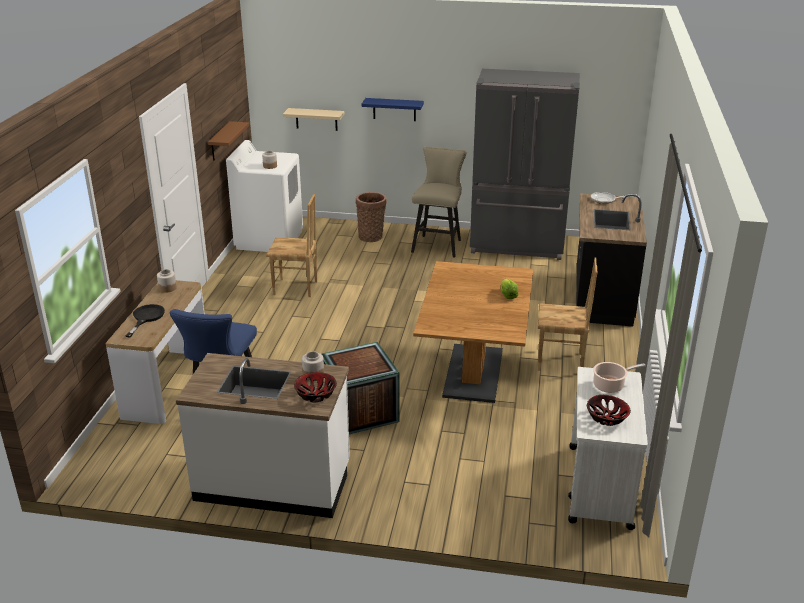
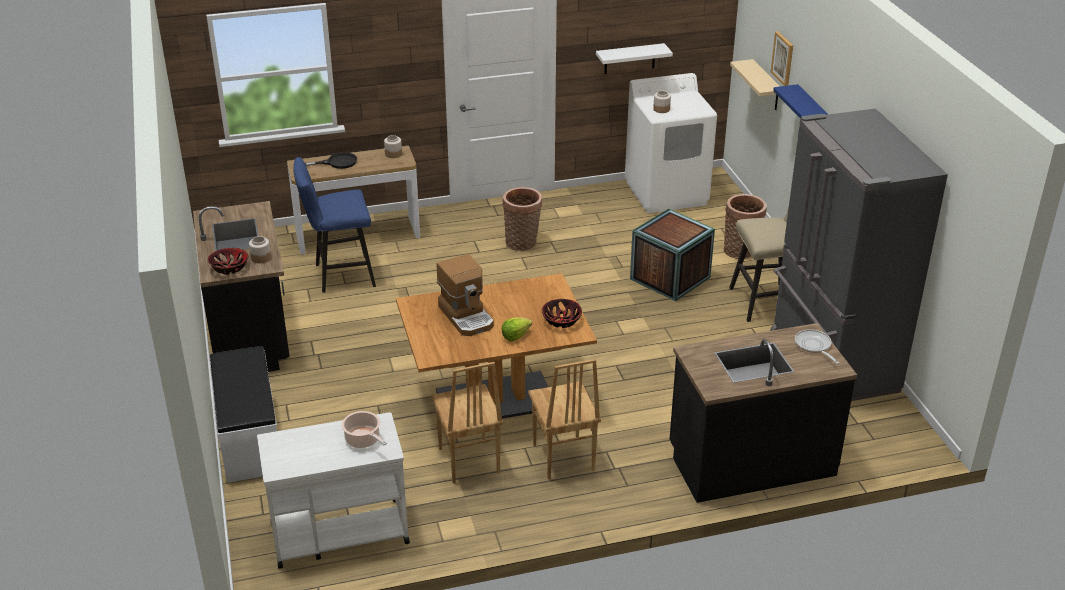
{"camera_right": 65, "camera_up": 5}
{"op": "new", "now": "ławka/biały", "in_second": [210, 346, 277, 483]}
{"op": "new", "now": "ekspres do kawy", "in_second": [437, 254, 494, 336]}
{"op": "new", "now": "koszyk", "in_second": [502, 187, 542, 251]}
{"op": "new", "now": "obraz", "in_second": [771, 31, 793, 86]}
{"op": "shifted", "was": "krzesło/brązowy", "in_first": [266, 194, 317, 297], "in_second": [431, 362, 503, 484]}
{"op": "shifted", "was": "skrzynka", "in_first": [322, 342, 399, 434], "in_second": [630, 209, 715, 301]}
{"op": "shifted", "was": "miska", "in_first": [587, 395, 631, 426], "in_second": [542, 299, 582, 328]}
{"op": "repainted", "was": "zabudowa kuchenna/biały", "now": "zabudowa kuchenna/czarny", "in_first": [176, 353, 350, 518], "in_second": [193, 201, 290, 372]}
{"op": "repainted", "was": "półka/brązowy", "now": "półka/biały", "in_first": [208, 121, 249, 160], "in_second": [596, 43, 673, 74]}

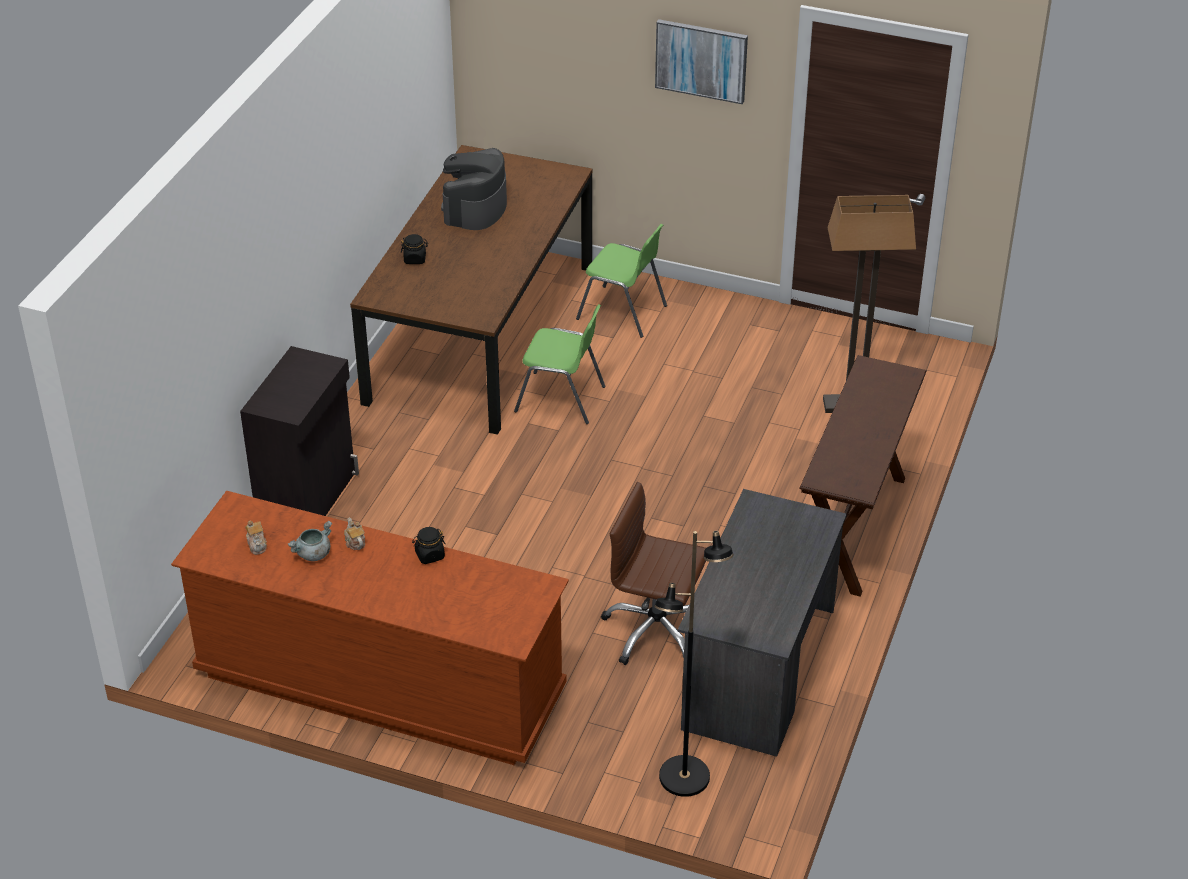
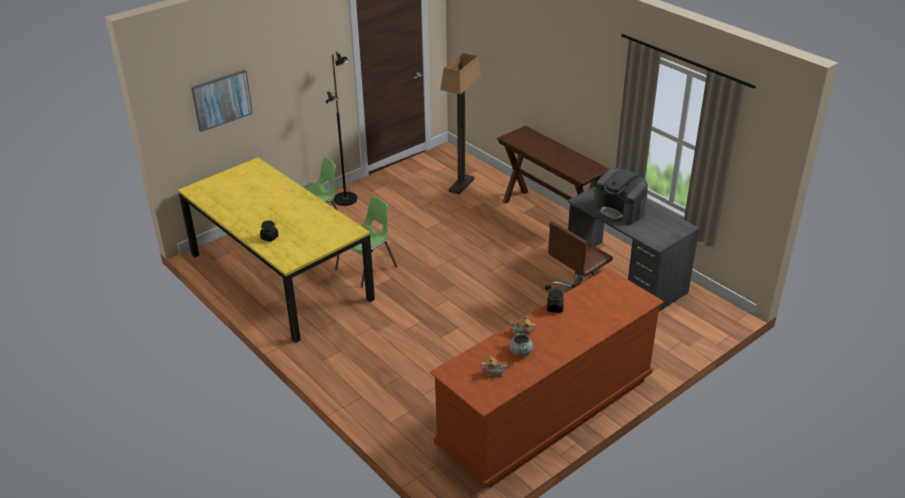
{"camera_right": -60, "camera_up": -5}
{"op": "gone", "was": "szafka/czarny", "in_first": [240, 346, 359, 516]}
{"op": "shifted", "was": "ekspres do kawy", "in_first": [441, 148, 507, 230], "in_second": [593, 168, 648, 225]}
{"op": "shifted", "was": "lampa stojąca/czarny", "in_first": [654, 531, 734, 797], "in_second": [326, 51, 357, 206]}
{"op": "shifted", "was": "obraz", "in_first": [655, 19, 748, 104], "in_second": [191, 70, 253, 132]}
{"op": "repainted", "was": "stół jadalny/brązowy", "now": "stół jadalny/żółty", "in_first": [350, 145, 593, 435], "in_second": [178, 157, 375, 343]}

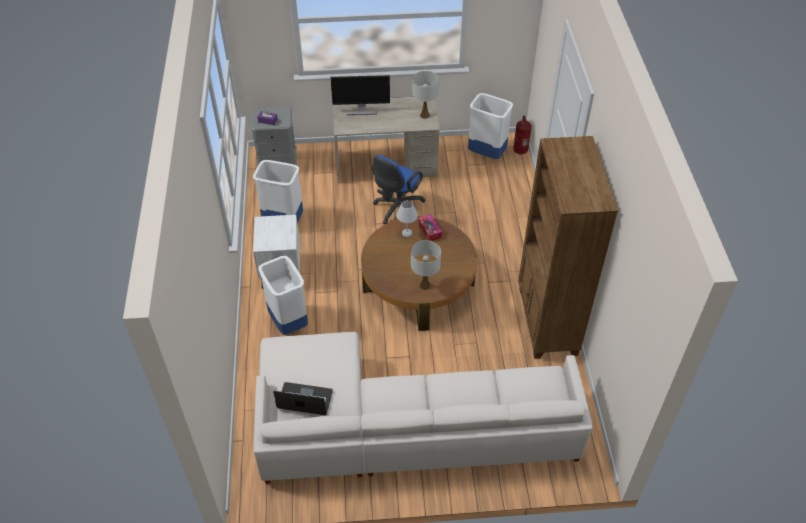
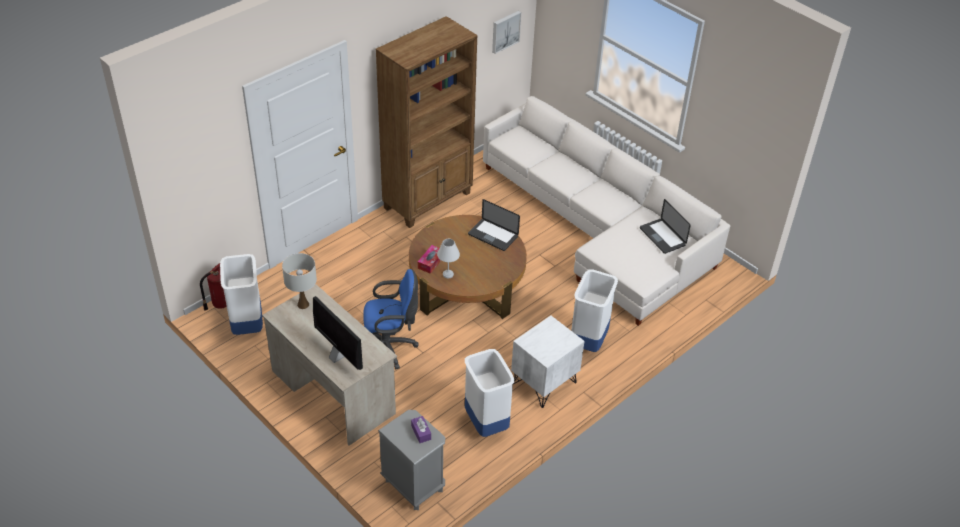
{"camera_right": -130, "camera_up": -5}
{"op": "new", "now": "obraz", "in_second": [492, 11, 521, 54]}
{"op": "swapped", "was": "lampa stołowa/biały", "now": "laptop", "in_first": [411, 240, 441, 290], "in_second": [468, 199, 520, 251]}

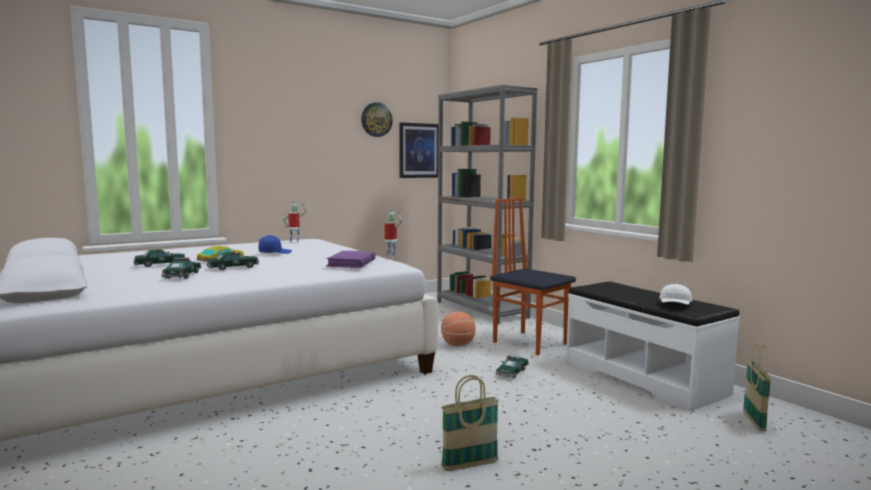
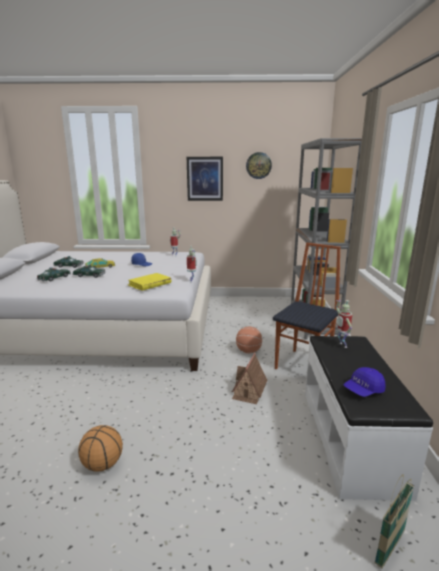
{"camera_right": 35, "camera_up": 10}
{"op": "new", "now": "robot zabawkowy", "in_second": [336, 300, 352, 348]}
{"op": "shifted", "was": "obraz", "in_first": [399, 122, 438, 178], "in_second": [187, 157, 223, 201]}
{"op": "swapped", "was": "koszyk", "now": "piłka do koszykówki", "in_first": [441, 375, 499, 471], "in_second": [78, 425, 123, 472]}
{"op": "swapped", "was": "samochodzik", "now": "domek", "in_first": [495, 355, 529, 378], "in_second": [232, 353, 267, 404]}
{"op": "repainted", "was": "książka/fioletowy", "now": "książka/żółty", "in_first": [326, 251, 376, 268], "in_second": [128, 273, 171, 291]}
{"op": "repainted", "was": "czapka z daszkiem/biały", "now": "czapka z daszkiem/niebieski", "in_first": [659, 284, 692, 305], "in_second": [343, 367, 385, 397]}
{"op": "rotated", "was": "krzesło", "in_first": [491, 198, 576, 355], "in_second": [273, 243, 341, 369], "clockwise": 45}

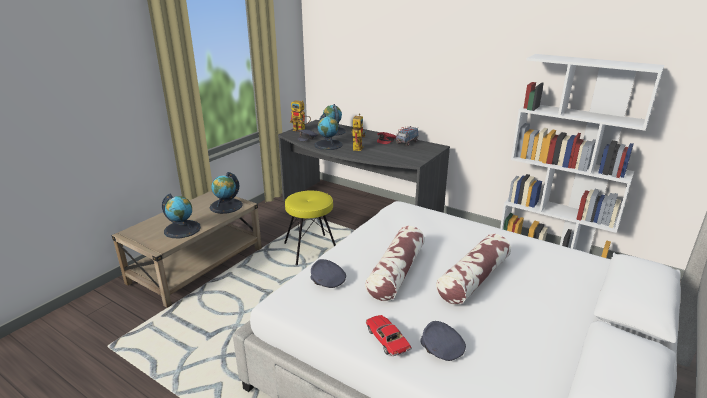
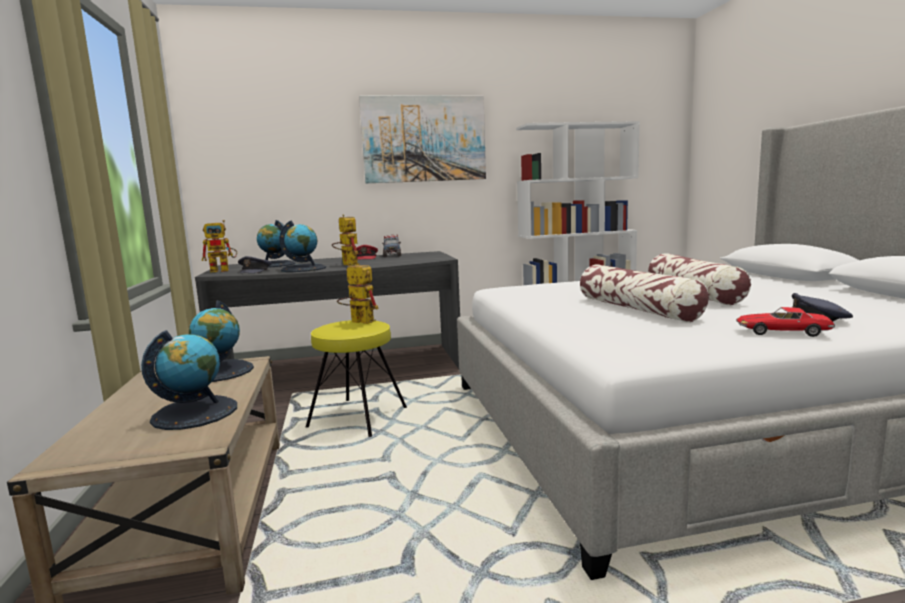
{"camera_right": -45, "camera_up": -15}
{"op": "gone", "was": "czapka z daszkiem/szary", "in_first": [310, 259, 346, 288]}
{"op": "new", "now": "robot zabawkowy", "in_second": [337, 263, 379, 324]}
{"op": "new", "now": "obraz", "in_second": [359, 95, 486, 183]}

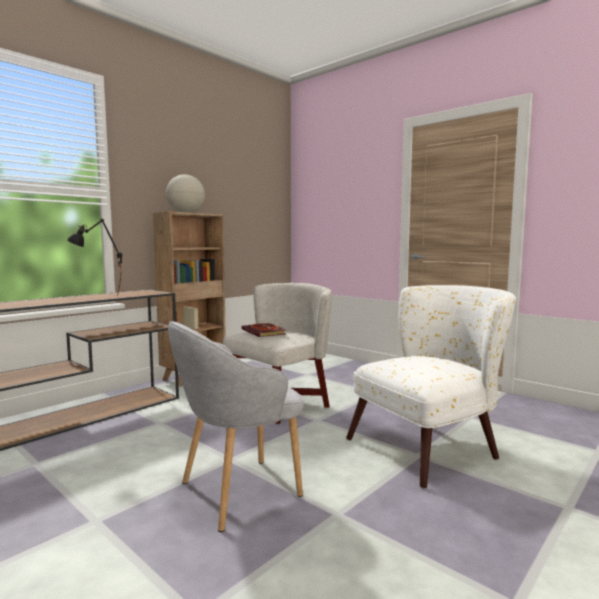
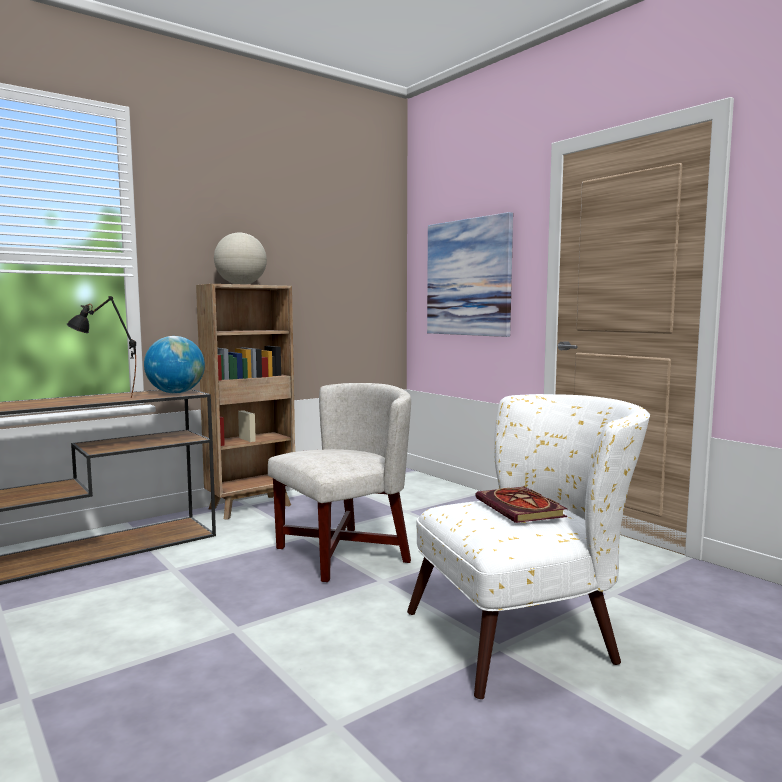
{"camera_right": 10, "camera_up": 0}
{"op": "gone", "was": "fotel/szary", "in_first": [168, 321, 304, 532]}
{"op": "new", "now": "globus", "in_second": [144, 336, 205, 393]}
{"op": "new", "now": "obraz", "in_second": [427, 212, 513, 337]}
{"op": "shifted", "was": "książka", "in_first": [242, 323, 286, 337], "in_second": [476, 487, 567, 523]}

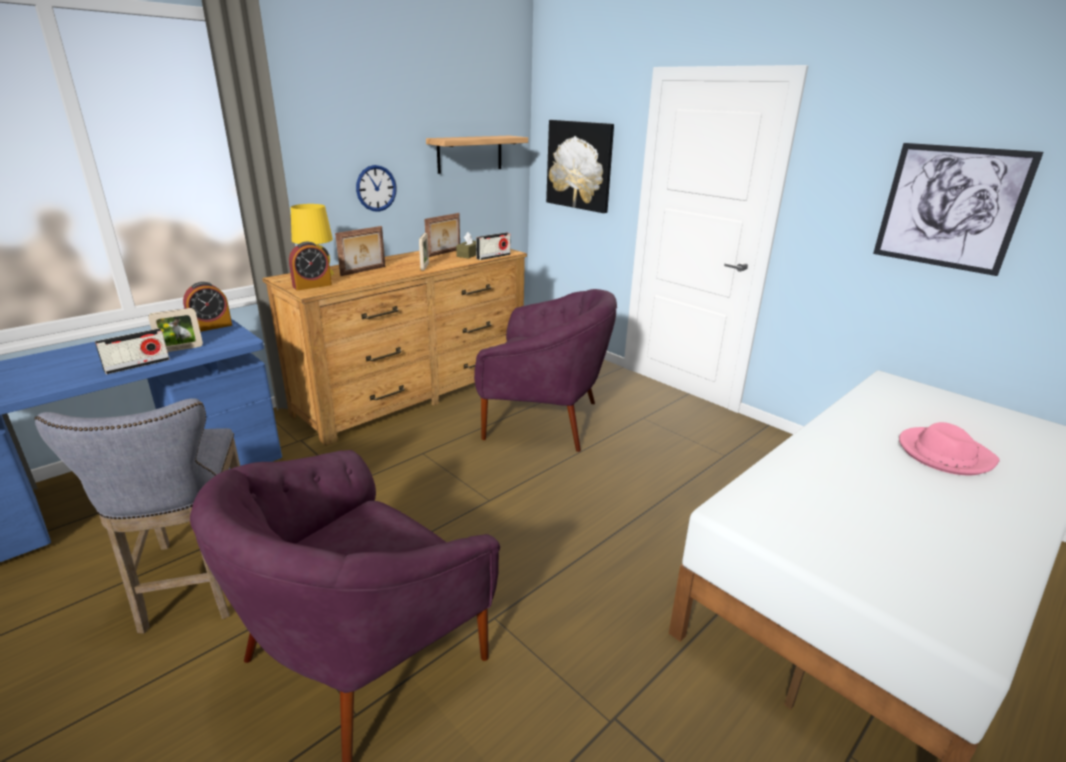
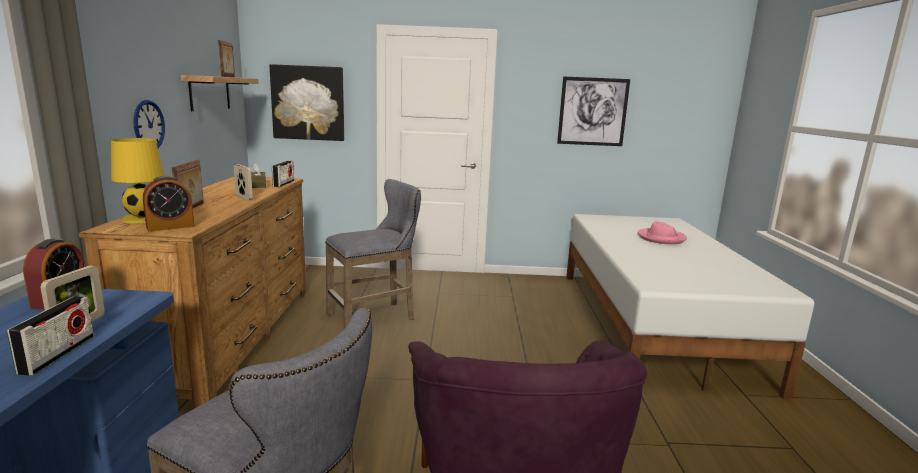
{"camera_right": -45, "camera_up": -10}
{"op": "shifted", "was": "ramka na zdjęcie", "in_first": [424, 213, 460, 257], "in_second": [218, 40, 235, 77]}
{"op": "swapped", "was": "fotel/fioletowy", "now": "stołek/szary", "in_first": [474, 289, 617, 452], "in_second": [325, 179, 421, 329]}
{"op": "rotated", "was": "budzik", "in_first": [289, 242, 332, 290], "in_second": [143, 176, 194, 231], "clockwise": 45}

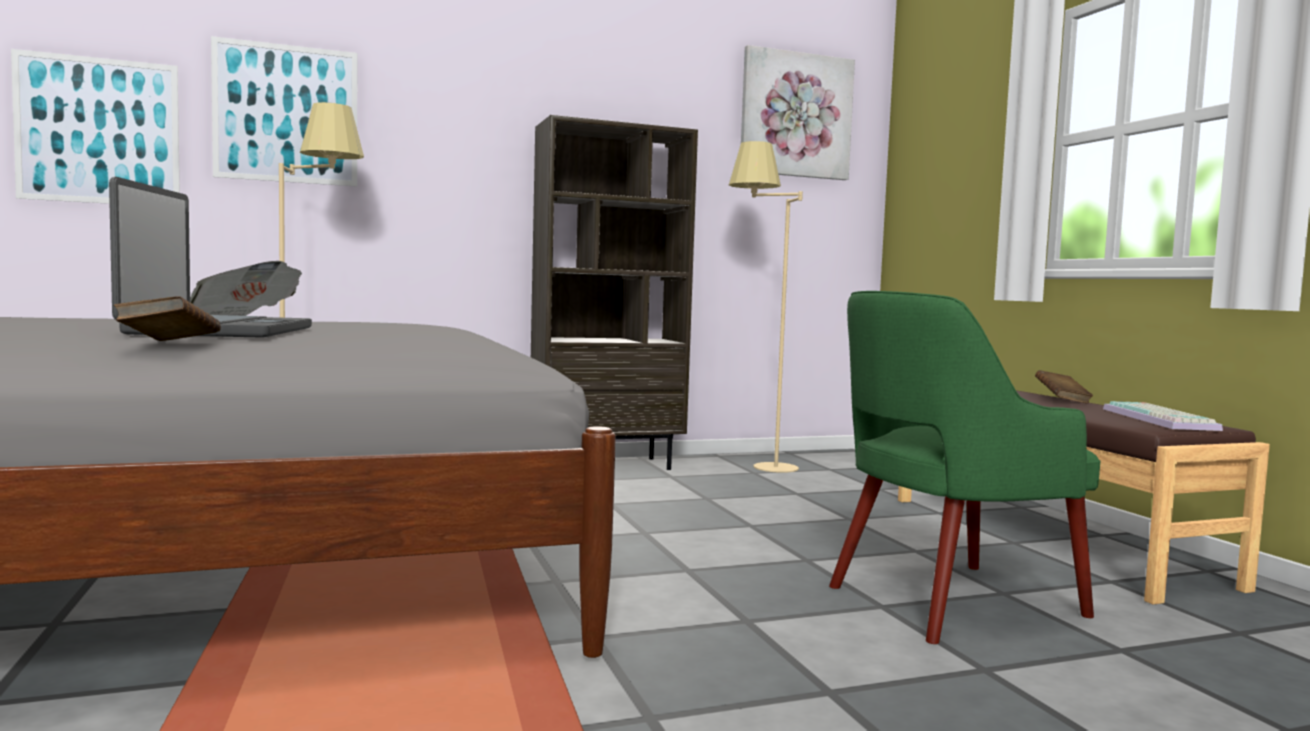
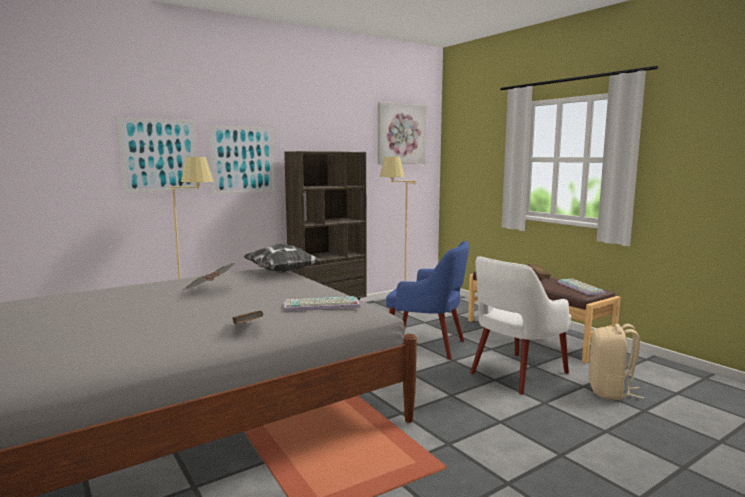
{"camera_right": -15, "camera_up": 5}
{"op": "gone", "was": "laptop", "in_first": [109, 177, 312, 338]}
{"op": "new", "now": "poduszka", "in_second": [244, 244, 321, 273]}
{"op": "new", "now": "klawiatura", "in_second": [284, 296, 360, 312]}
{"op": "new", "now": "fotel/niebieski", "in_second": [386, 241, 469, 360]}
{"op": "new", "now": "plecak/beżowy", "in_second": [589, 324, 644, 401]}
{"op": "shifted", "was": "obraz", "in_first": [11, 49, 180, 204], "in_second": [209, 126, 275, 194]}
{"op": "repainted", "was": "fotel/zielony", "now": "fotel/biały", "in_first": [829, 291, 1101, 644], "in_second": [470, 256, 571, 395]}

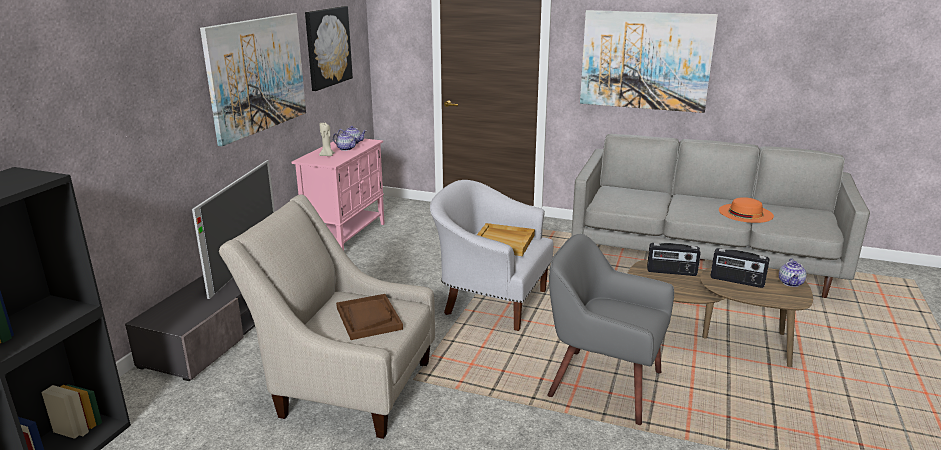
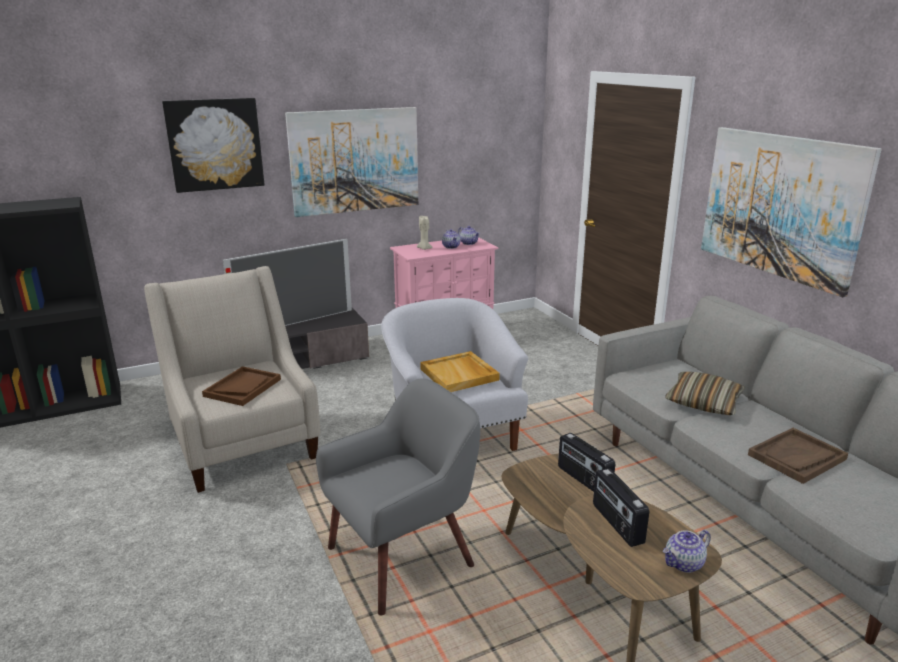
{"camera_right": 45, "camera_up": 0}
{"op": "new", "now": "poduszka", "in_second": [665, 372, 745, 415]}
{"op": "shifted", "was": "obraz", "in_first": [305, 6, 353, 91], "in_second": [162, 98, 265, 193]}
{"op": "swapped", "was": "kapelusz/pomarańczowy", "now": "taca/brązowy", "in_first": [719, 197, 774, 223], "in_second": [748, 428, 848, 484]}
{"op": "rotated", "was": "fotel/szary", "in_first": [548, 234, 674, 425], "in_second": [316, 378, 480, 616], "clockwise": 75}

